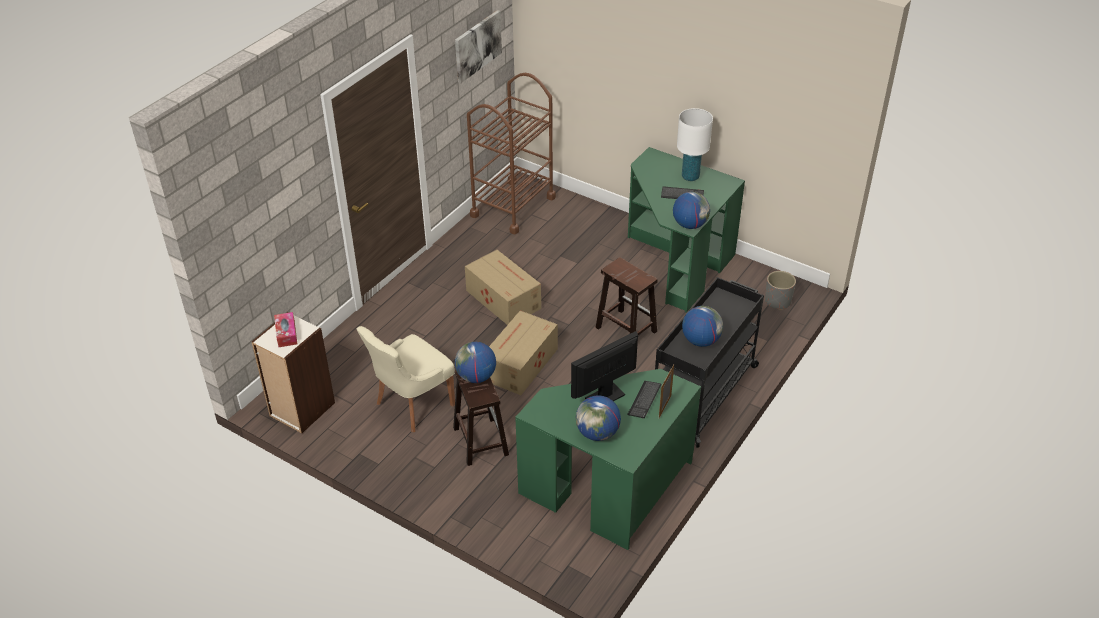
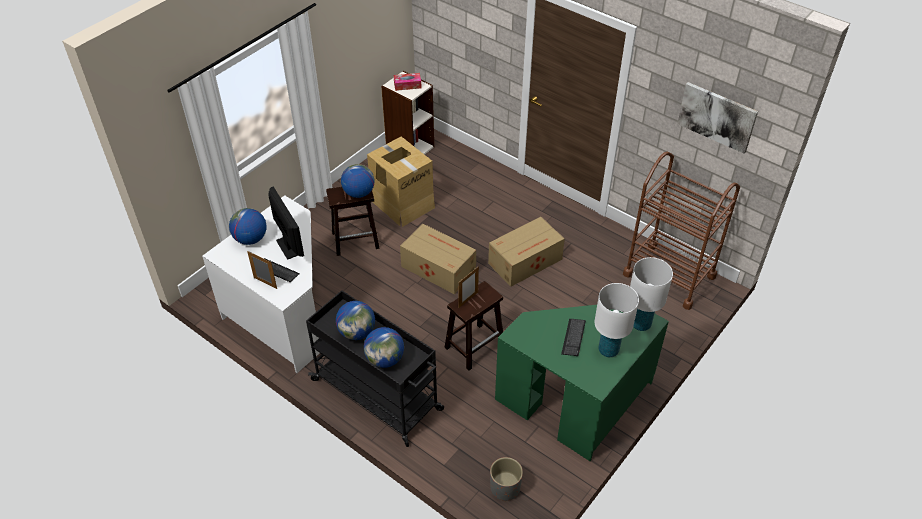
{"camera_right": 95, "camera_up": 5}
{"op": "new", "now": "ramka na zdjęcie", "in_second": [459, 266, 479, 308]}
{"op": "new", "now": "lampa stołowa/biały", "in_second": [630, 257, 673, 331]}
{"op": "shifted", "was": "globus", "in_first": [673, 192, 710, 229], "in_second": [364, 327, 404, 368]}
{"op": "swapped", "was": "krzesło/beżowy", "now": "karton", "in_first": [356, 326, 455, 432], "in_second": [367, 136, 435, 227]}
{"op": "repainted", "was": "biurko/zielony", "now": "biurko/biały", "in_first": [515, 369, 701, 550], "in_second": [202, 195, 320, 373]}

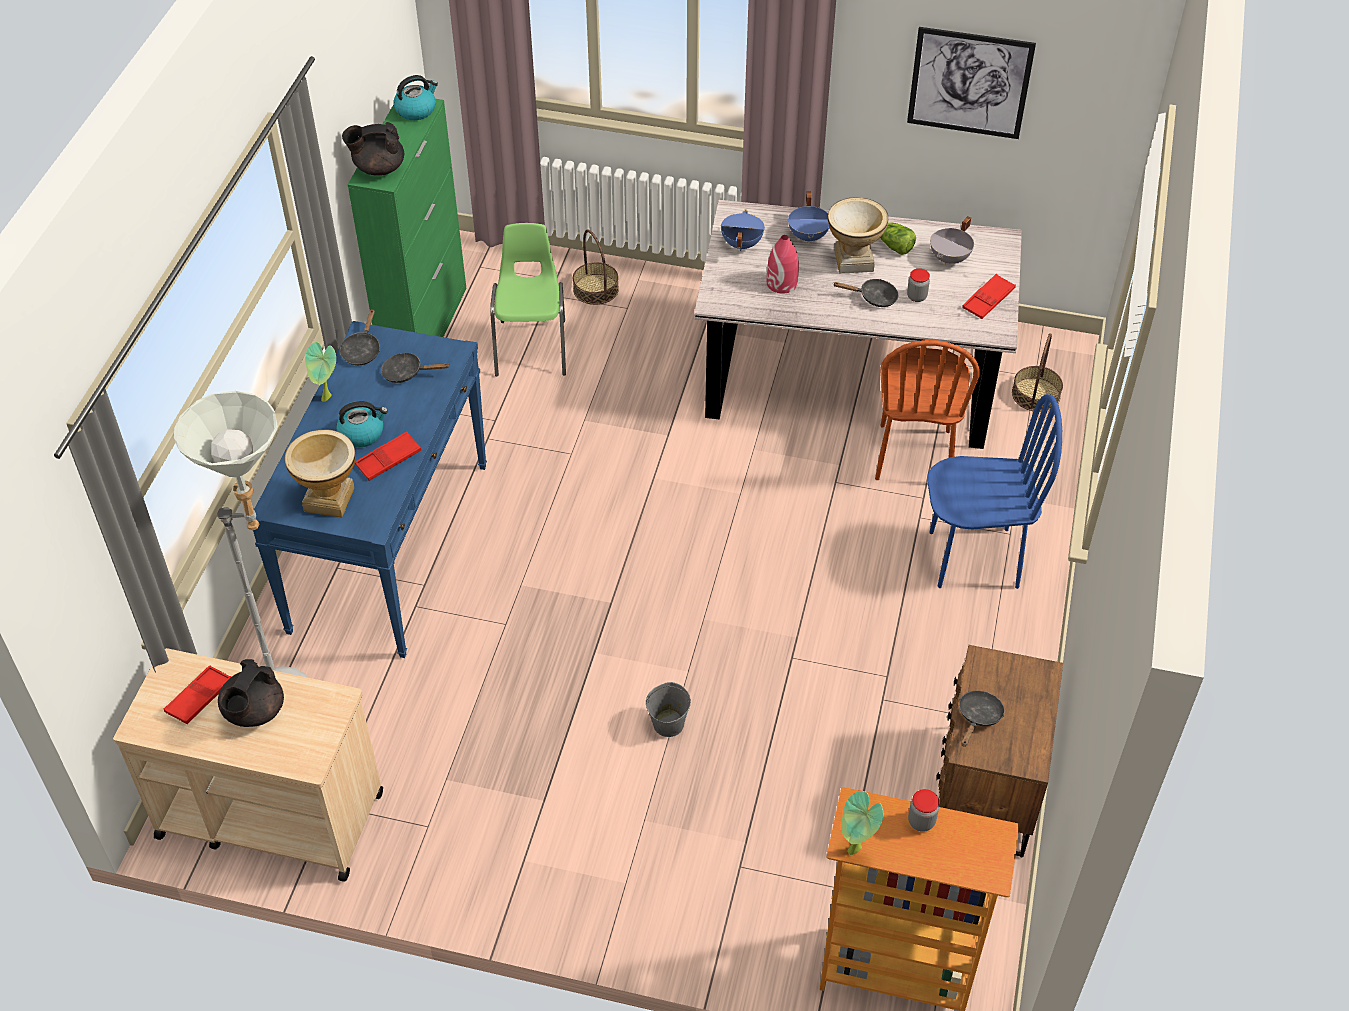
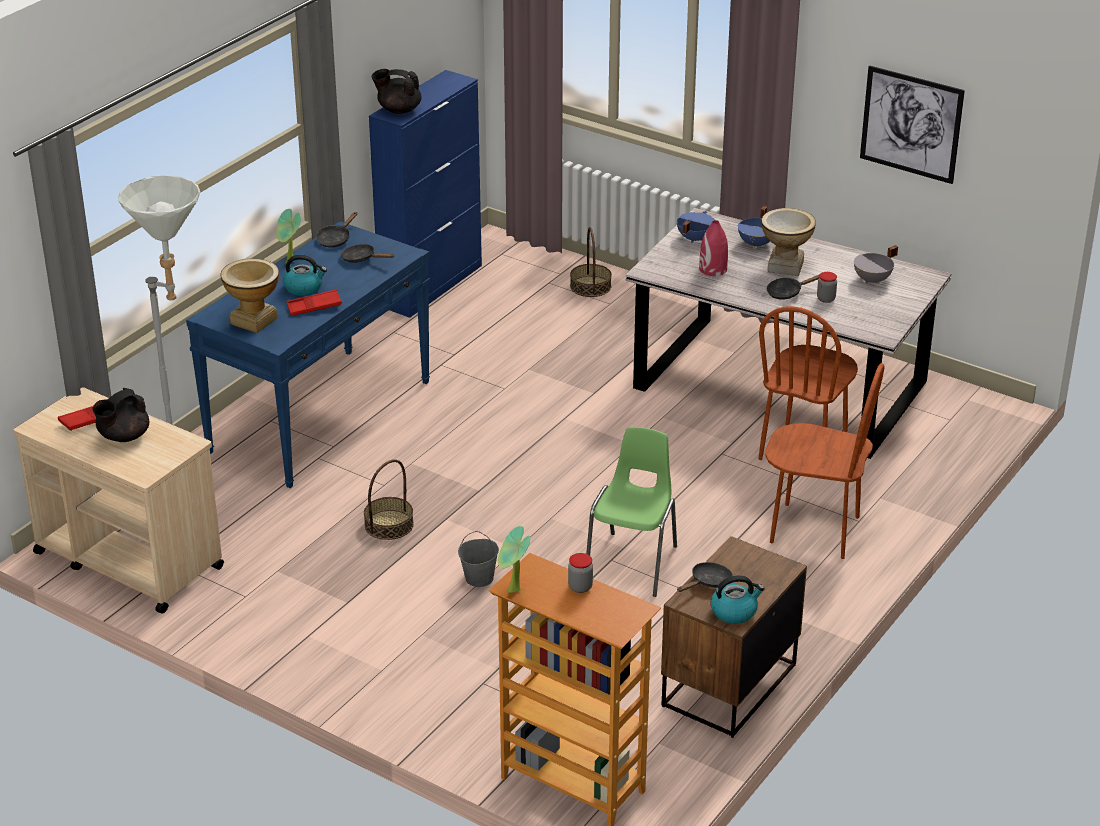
{"camera_right": 20, "camera_up": -15}
{"op": "gone", "was": "sałata", "in_first": [880, 222, 916, 255]}
{"op": "gone", "was": "taca/czerwony", "in_first": [962, 274, 1016, 319]}
{"op": "shifted", "was": "czajnik", "in_first": [393, 75, 438, 120], "in_second": [711, 575, 765, 624]}
{"op": "shifted", "was": "krzesło/zielony", "in_first": [490, 223, 566, 377], "in_second": [586, 427, 677, 597]}
{"op": "shifted", "was": "koszyk", "in_first": [1012, 333, 1063, 412], "in_second": [364, 459, 414, 540]}
{"op": "repainted", "was": "szafka/zielony", "now": "szafka/niebieski", "in_first": [348, 99, 466, 337], "in_second": [369, 70, 482, 318]}
{"op": "repainted", "was": "krzesło/niebieski", "now": "krzesło/brązowy", "in_first": [928, 394, 1062, 589], "in_second": [765, 363, 884, 559]}
{"op": "rotated", "was": "patelnia/czarny", "in_first": [834, 279, 898, 307], "in_second": [767, 274, 820, 300], "clockwise": 135}

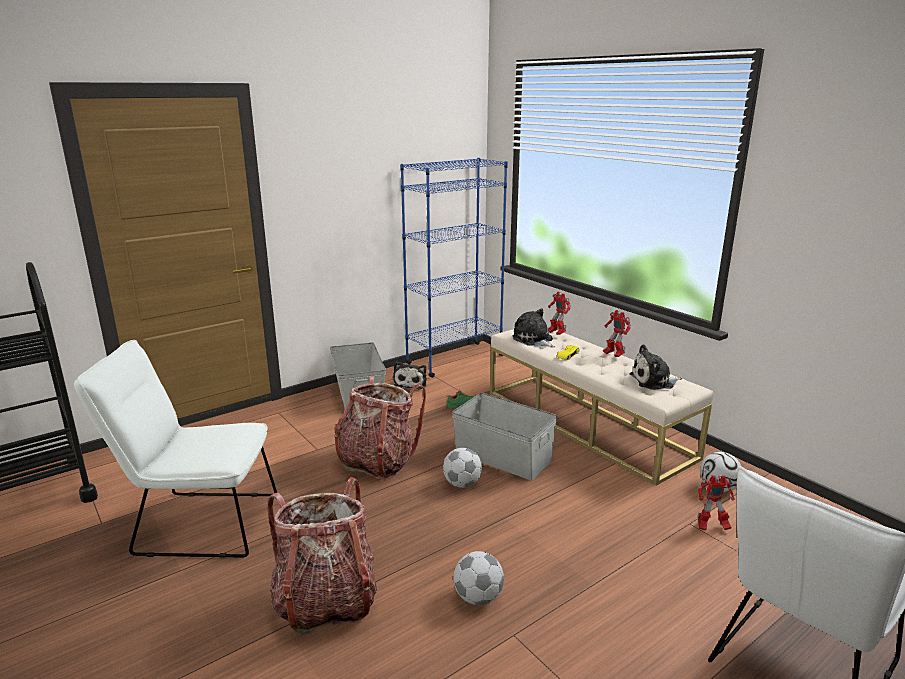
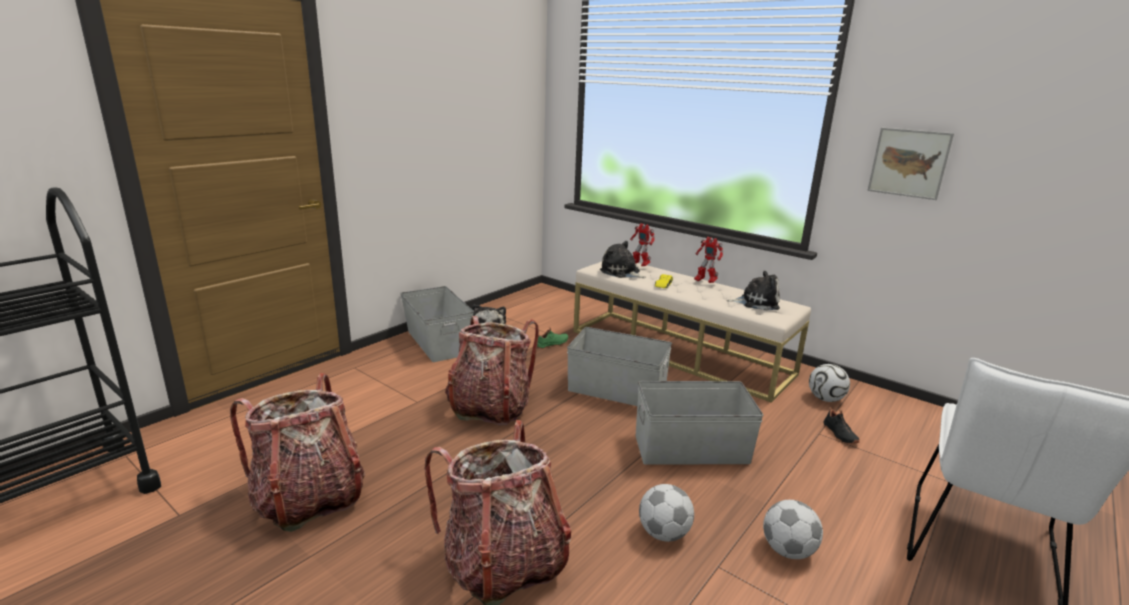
{"camera_right": -15, "camera_up": 0}
{"op": "gone", "was": "regał/niebieski", "in_first": [400, 158, 508, 378]}
{"op": "new", "now": "pojemnik do przechowywania/szary", "in_second": [636, 381, 763, 465]}
{"op": "new", "now": "obraz", "in_second": [867, 128, 954, 200]}
{"op": "shifted", "was": "piłka futbolowa", "in_first": [443, 448, 482, 488], "in_second": [763, 500, 823, 559]}
{"op": "swapped", "was": "krzesło/biały", "now": "plecak", "in_first": [74, 340, 277, 558], "in_second": [230, 373, 365, 532]}
{"op": "swapped", "was": "robot zabawkowy", "now": "but/czarny", "in_first": [698, 475, 735, 530], "in_second": [823, 407, 859, 444]}
{"op": "rotated", "was": "pluszak", "in_first": [630, 344, 682, 390], "in_second": [727, 271, 780, 311], "clockwise": -150}

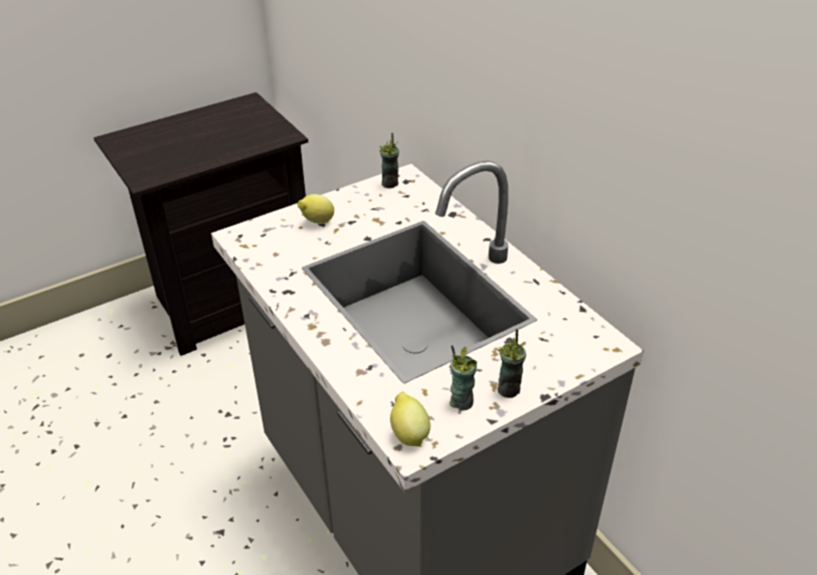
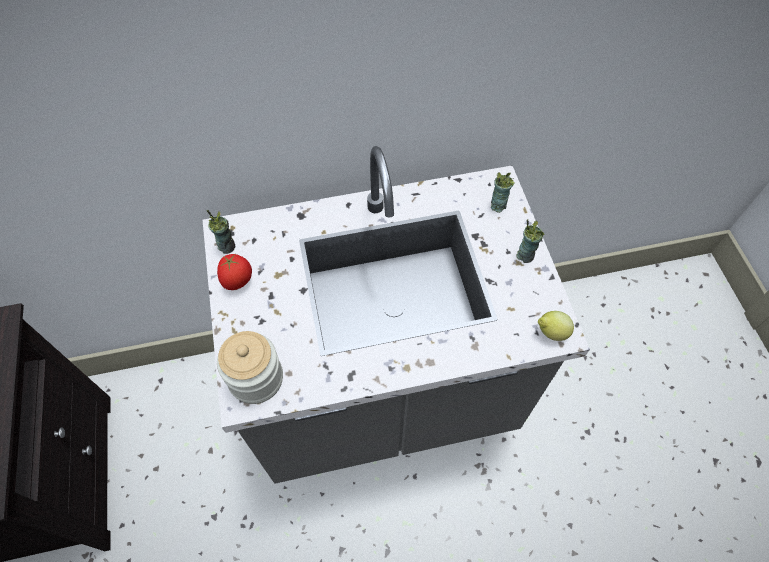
{"camera_right": -70, "camera_up": 20}
{"op": "gone", "was": "cytryna", "in_first": [297, 194, 334, 224]}
{"op": "new", "now": "pomidor", "in_second": [217, 254, 252, 290]}
{"op": "new", "now": "słoik", "in_second": [217, 331, 283, 404]}
{"op": "shifted", "was": "filiżanka", "in_first": [450, 345, 477, 411], "in_second": [491, 172, 515, 213]}

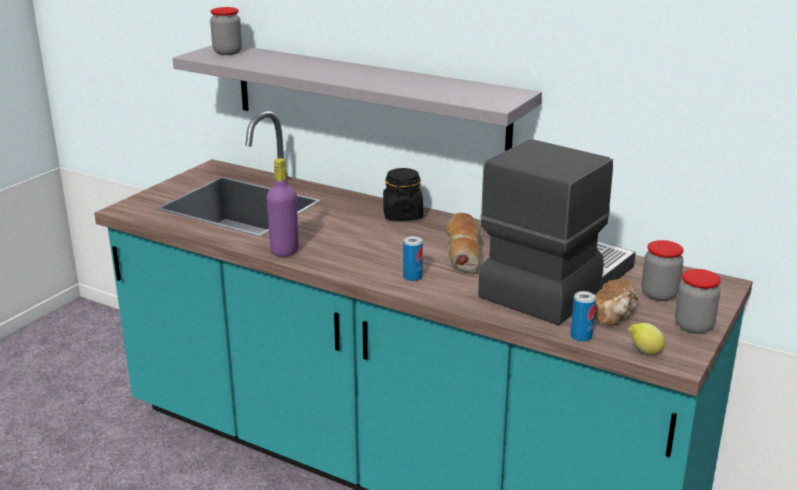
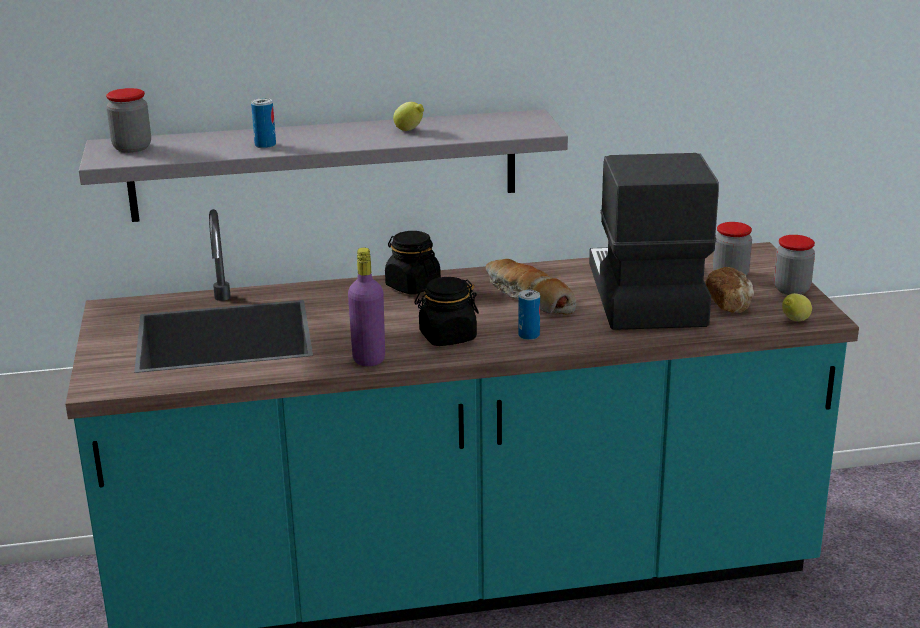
{"camera_right": -40, "camera_up": 0}
{"op": "new", "now": "cytryna", "in_second": [393, 102, 424, 131]}
{"op": "new", "now": "słoik/czarny", "in_second": [414, 277, 479, 346]}
{"op": "shifted", "was": "puszka", "in_first": [570, 291, 596, 342], "in_second": [251, 98, 276, 148]}

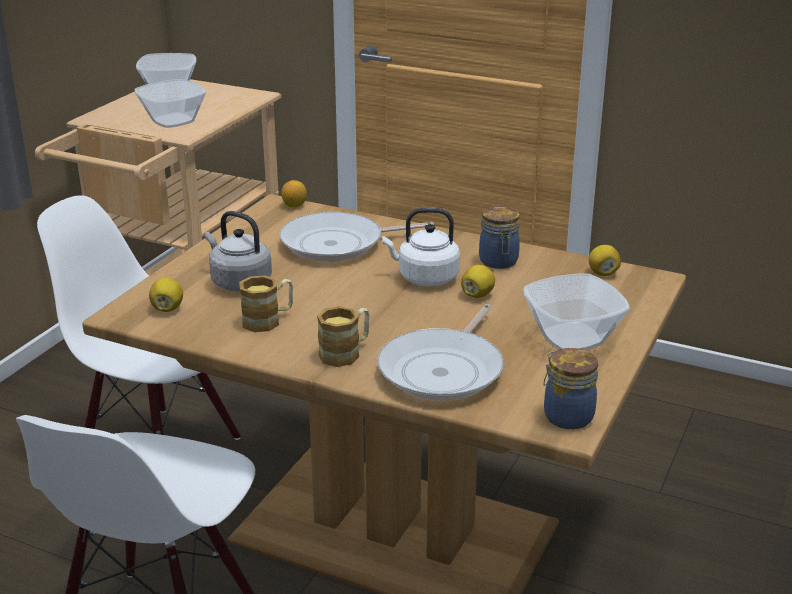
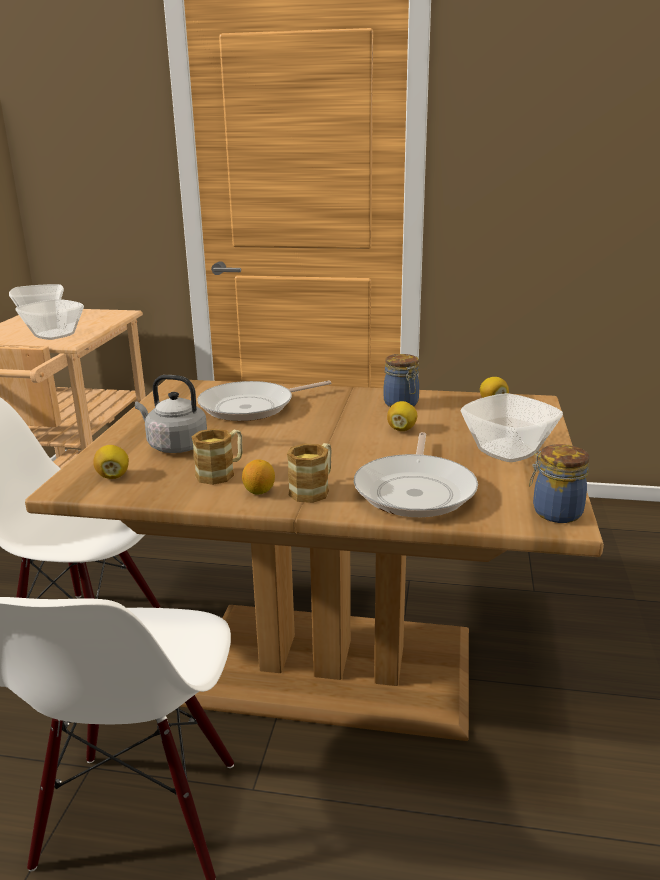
{"camera_right": -15, "camera_up": -5}
{"op": "gone", "was": "czajnik/biały", "in_first": [382, 208, 460, 286]}
{"op": "shifted", "was": "cytryna", "in_first": [281, 180, 307, 207], "in_second": [242, 459, 275, 494]}

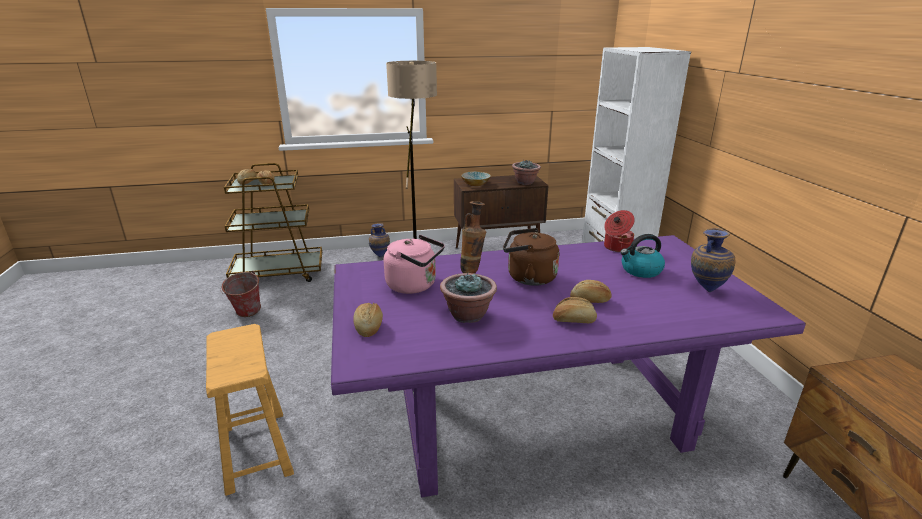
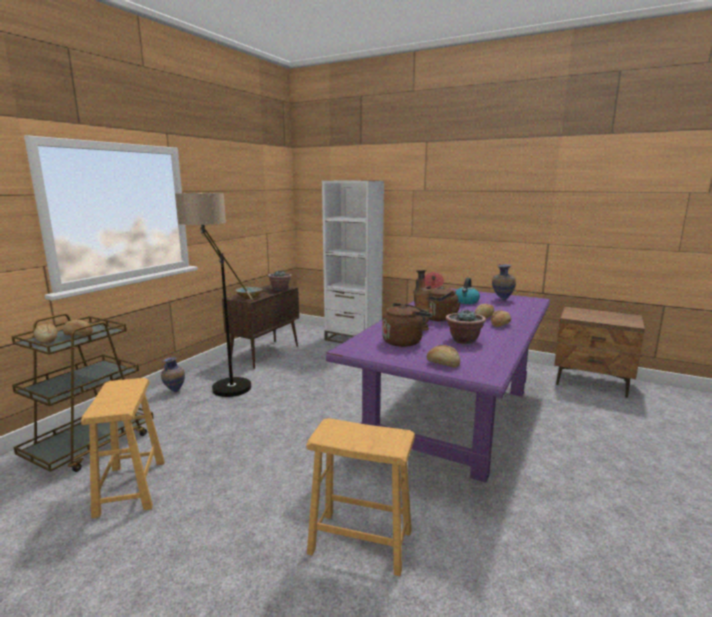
{"camera_right": -50, "camera_up": -10}
{"op": "swapped", "was": "wiadro", "now": "stołek/brązowy", "in_first": [220, 271, 261, 317], "in_second": [81, 378, 165, 518]}
{"op": "repainted", "was": "czajnik/różowy", "now": "czajnik/brązowy", "in_first": [384, 235, 445, 294], "in_second": [382, 303, 431, 347]}

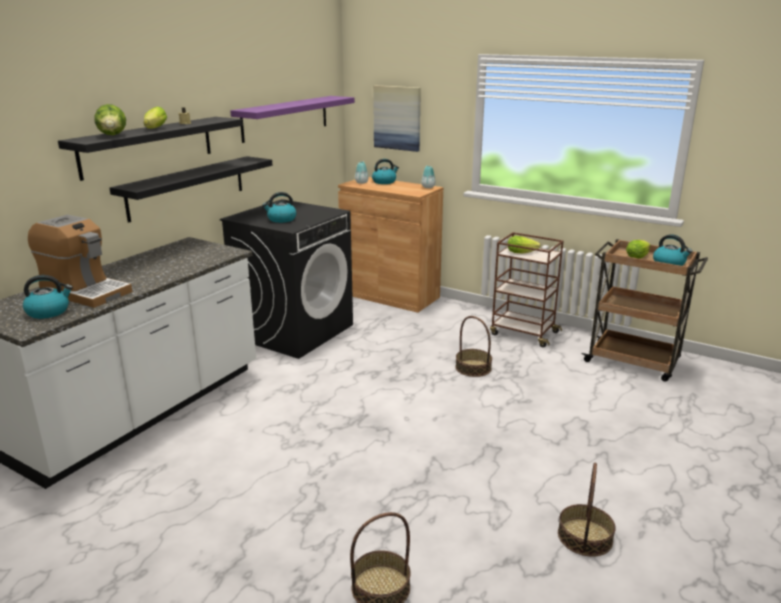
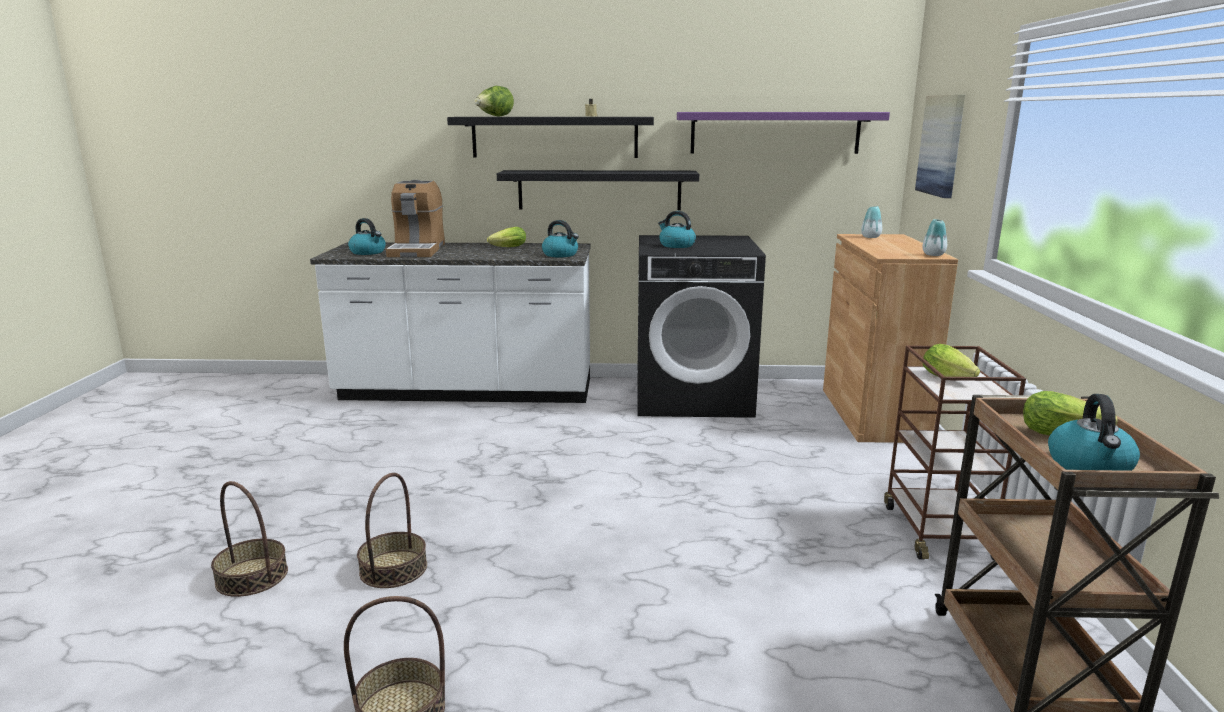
{"camera_right": 60, "camera_up": -5}
{"op": "shifted", "was": "sałata", "in_first": [144, 106, 167, 129], "in_second": [487, 227, 526, 247]}
{"op": "shifted", "was": "czajnik", "in_first": [372, 159, 399, 184], "in_second": [542, 220, 579, 257]}
{"op": "shifted", "was": "koszyk", "in_first": [455, 316, 492, 377], "in_second": [357, 473, 427, 588]}

